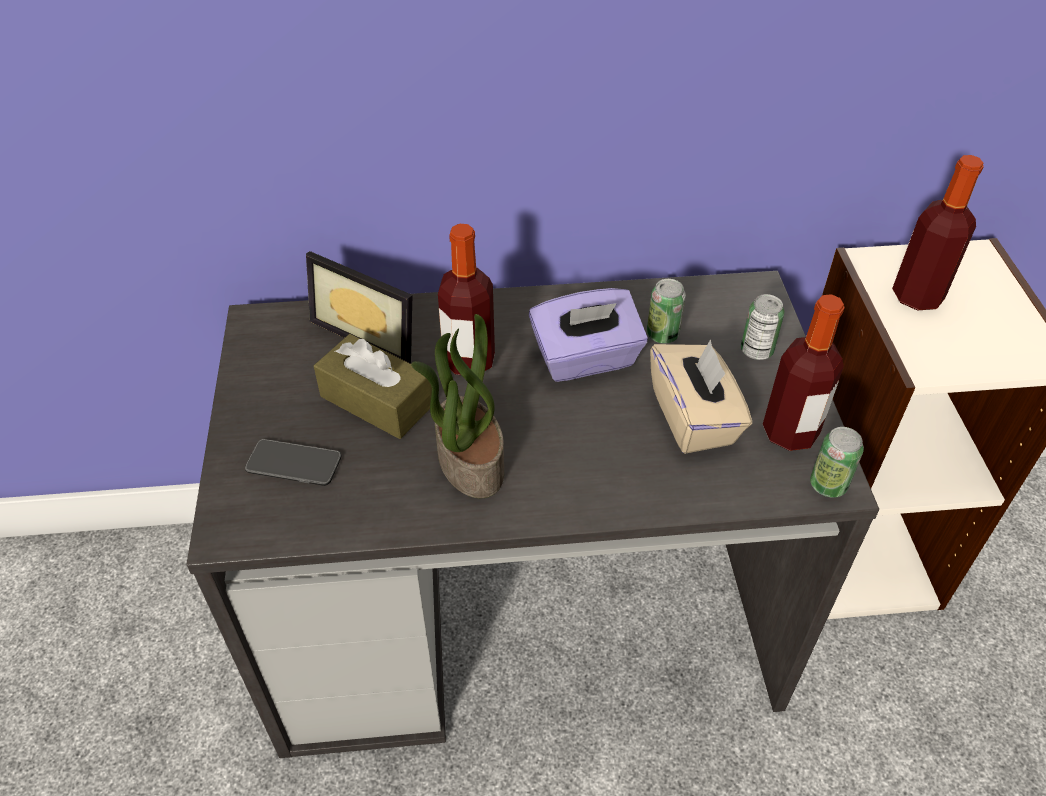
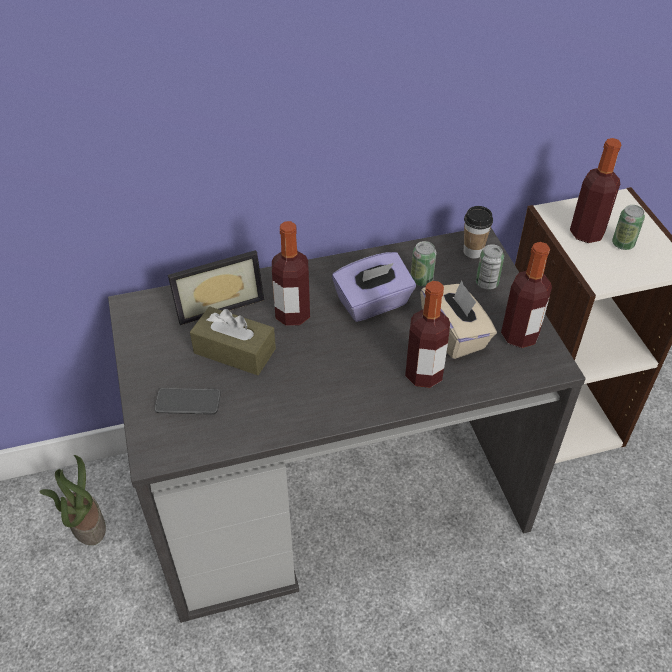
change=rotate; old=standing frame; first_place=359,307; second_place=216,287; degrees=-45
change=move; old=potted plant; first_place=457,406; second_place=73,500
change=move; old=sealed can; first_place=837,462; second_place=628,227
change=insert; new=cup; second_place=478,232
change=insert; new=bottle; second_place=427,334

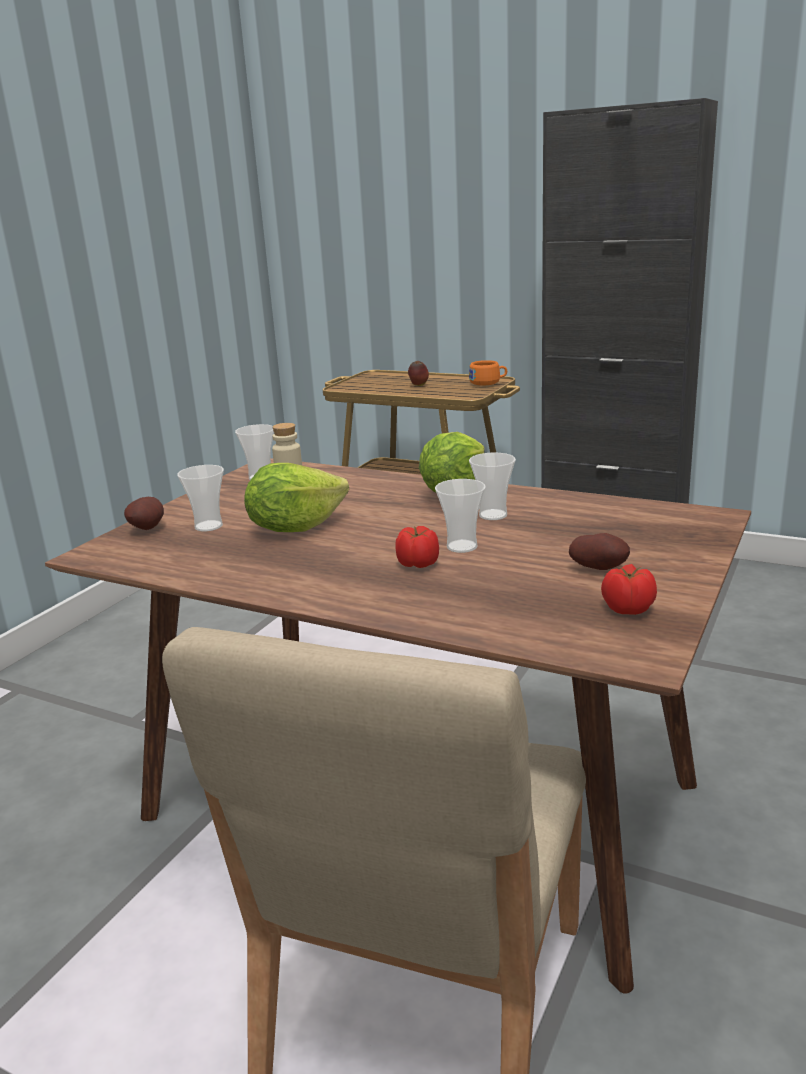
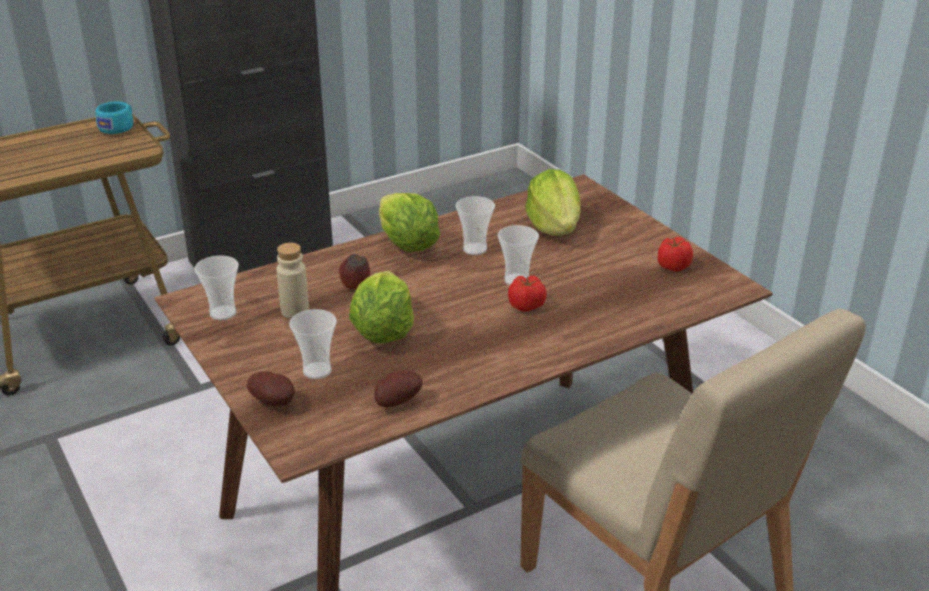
change=recolor; old=cup (orange); new=cup (blue-green); first_place=488,372; second_place=114,117
change=move; old=whole apple; first_place=418,373; second_place=354,272
change=move; old=spud; first_place=599,551; second_place=398,388
change=insert; new=lettuce; second_place=553,202

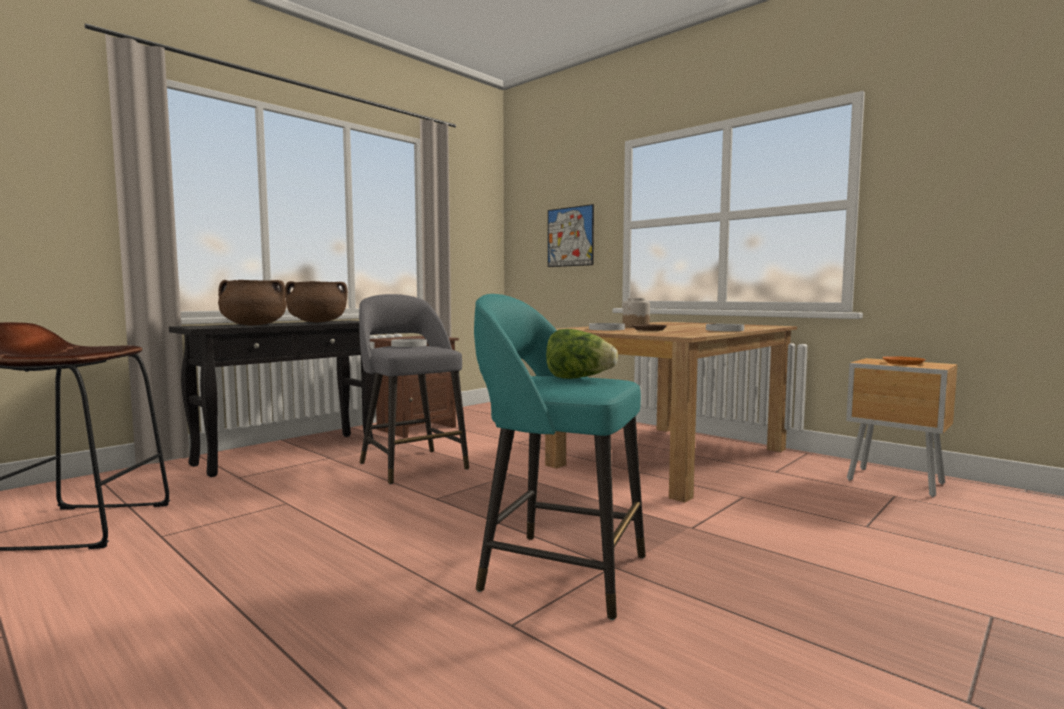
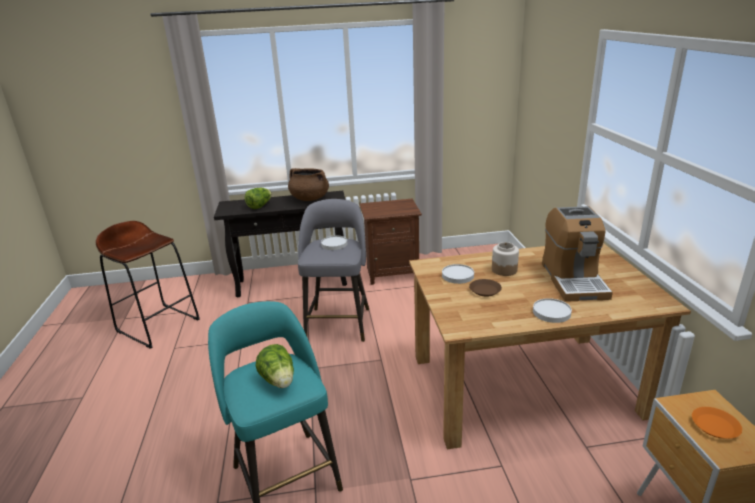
change=delete; old=wall picture; first_place=571,235
change=replace; old=stockpot (brown-coloured); new=lettuce; first_place=252,302; second_place=258,198
change=insert; new=coffee brewer; second_place=577,254

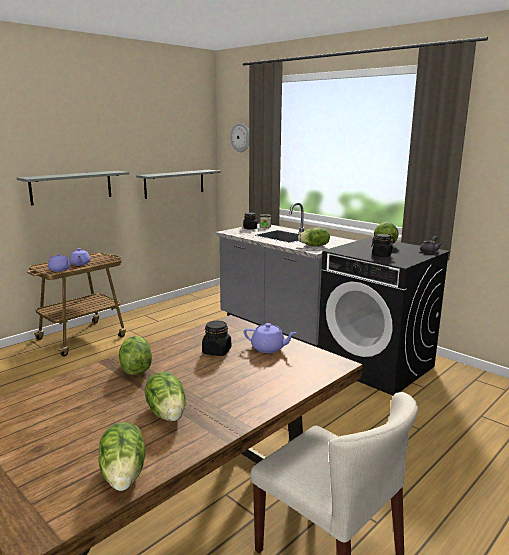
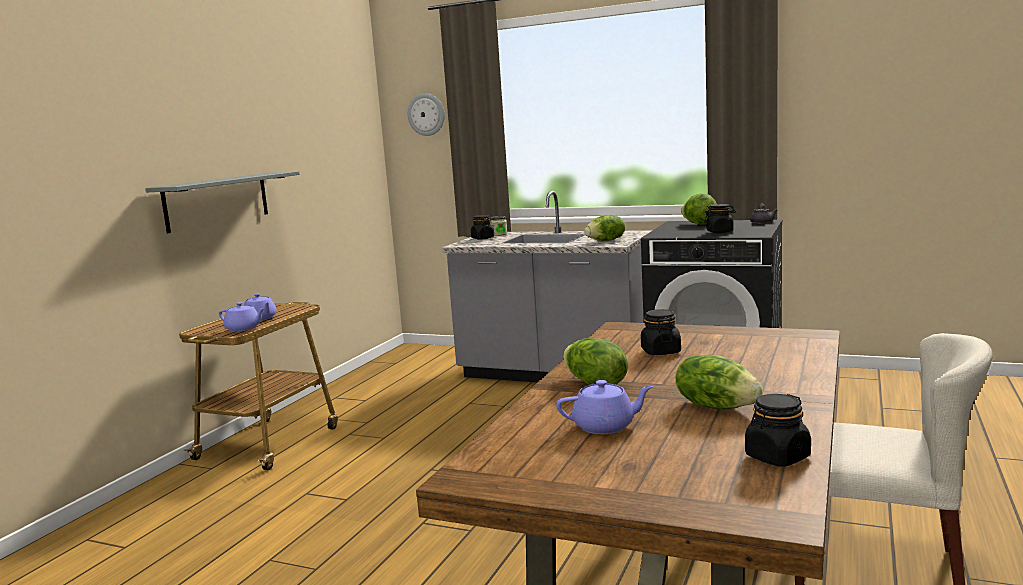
change=delete; old=wall shelf (grey); first_place=178,184
change=move; old=pot for tea (purple); first_place=270,338; second_place=605,407
change=replace; old=lettuce; new=preserve jar (blackish); first_place=122,456; second_place=778,430

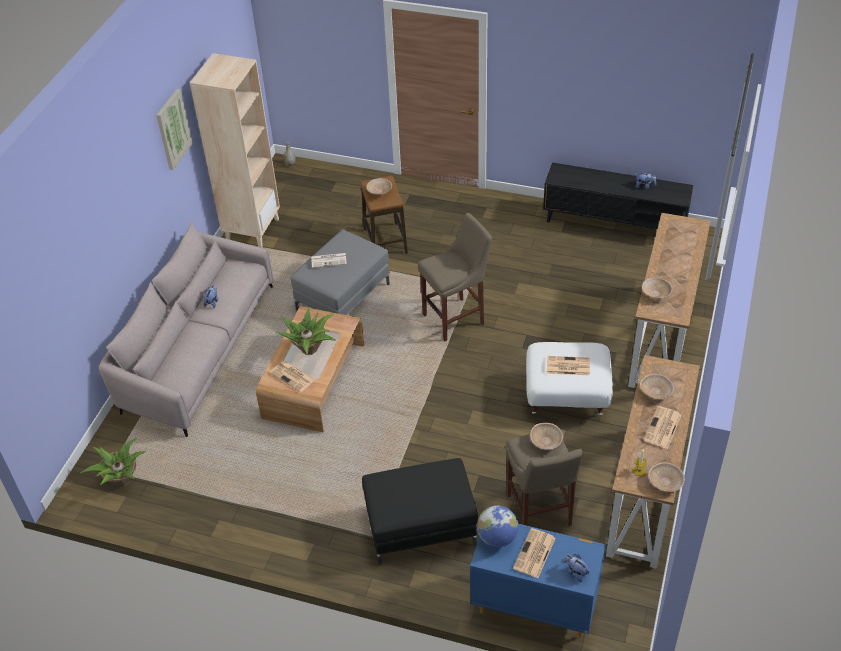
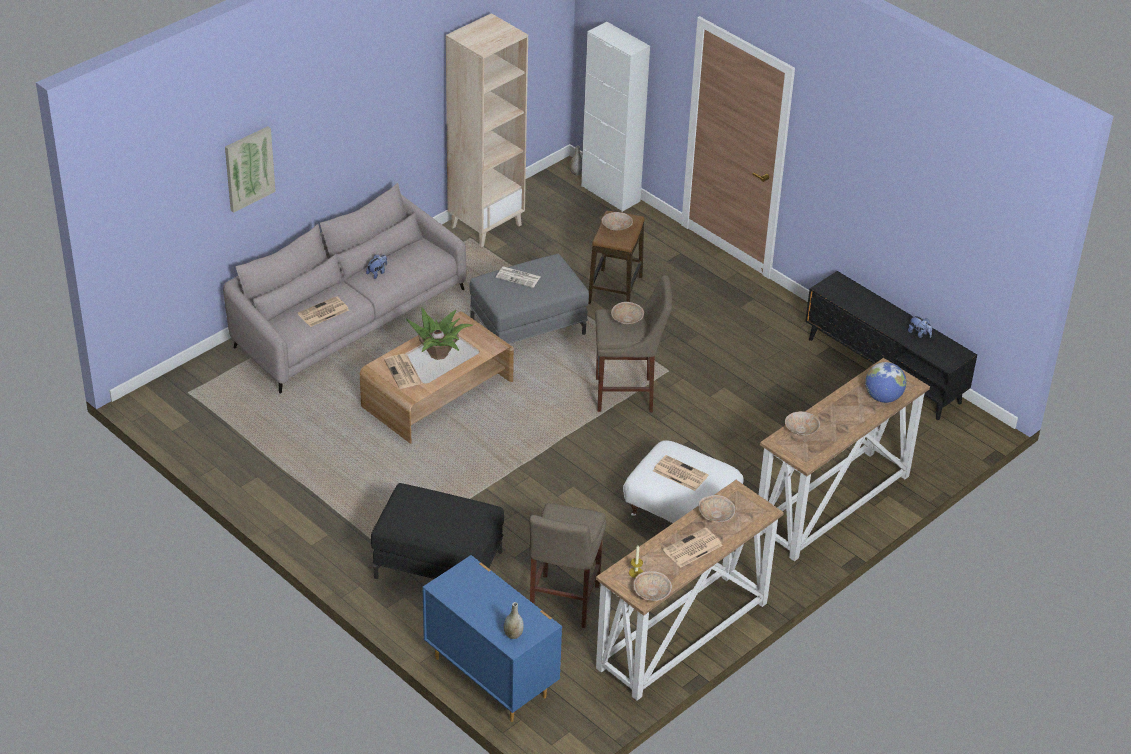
change=move; old=wall picture; first_place=174,129; second_place=250,169
change=move; old=deep dish (beige-coloured); first_place=546,436; second_place=627,313
change=delete; old=potted plant; first_place=113,462
change=move; old=desk globe; first_place=497,526; second_place=886,382
change=move; old=newspaper; first_place=534,553; second_place=323,311
change=replace; old=soft toy; new=vase (grey); first_place=576,568; second_place=514,620
change=insert; new=cabinet (white); second_place=615,117

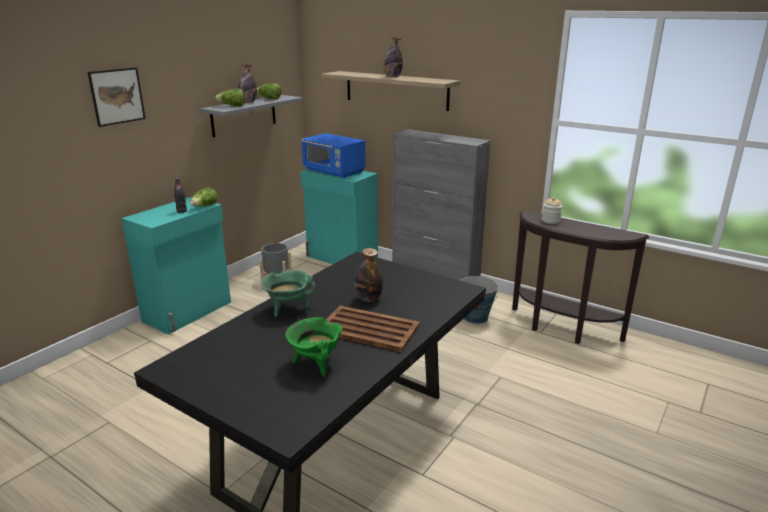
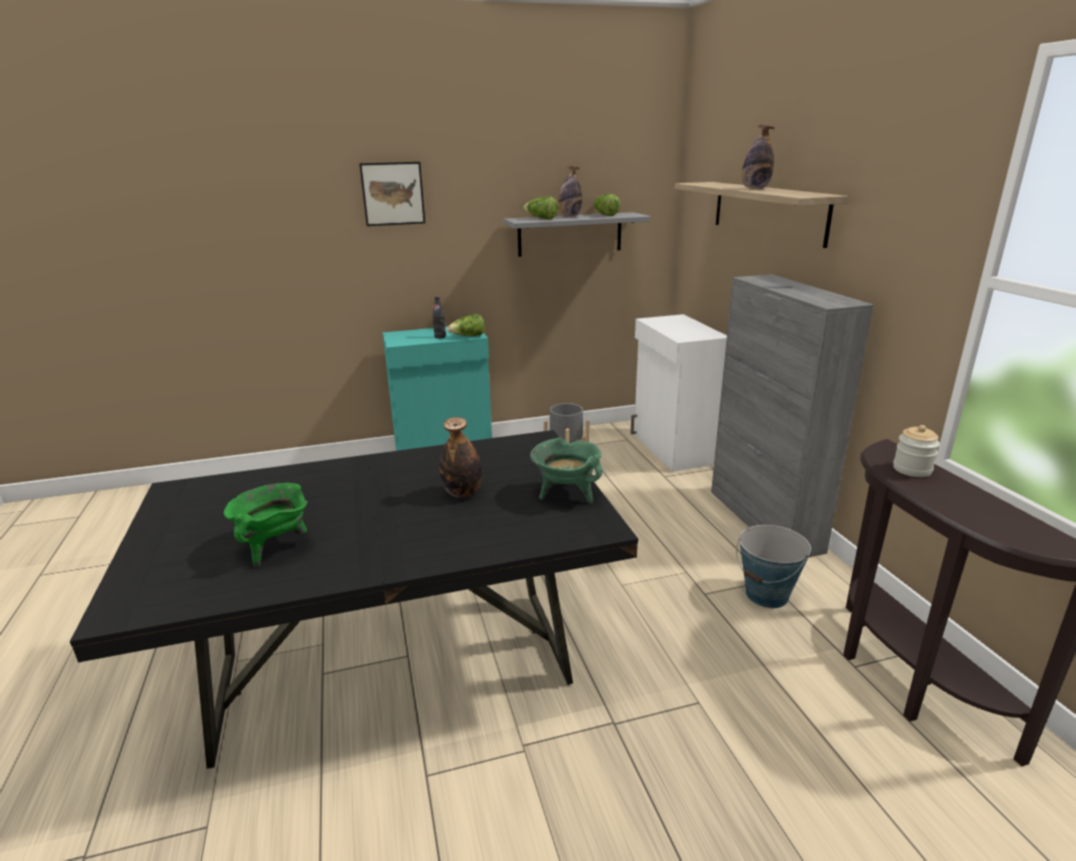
change=delete; old=kitchen microwave (bluish); first_place=333,155
change=recolor; old=cabinet (blue-green); new=cabinet (white); first_place=339,216; second_place=679,393
change=move; old=stockpot (green-coloured); first_place=288,293; second_place=566,470
change=delete; old=serving tray (brown-coloured); first_place=373,329

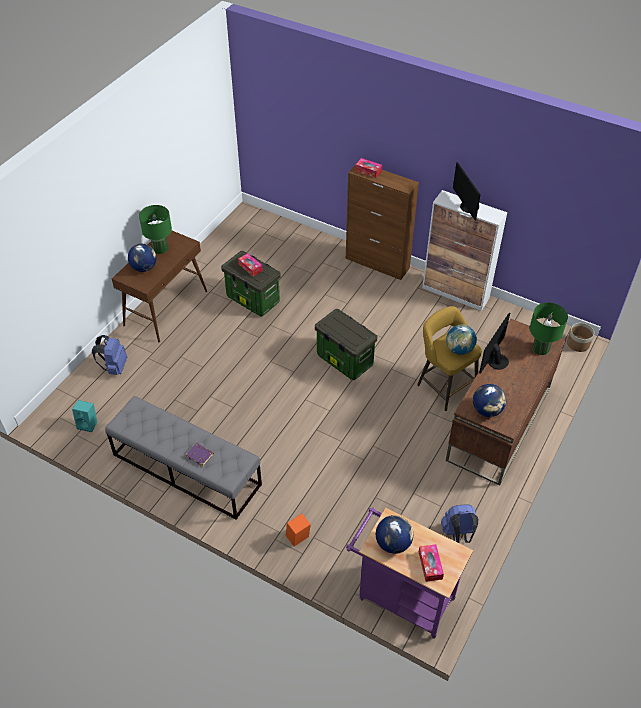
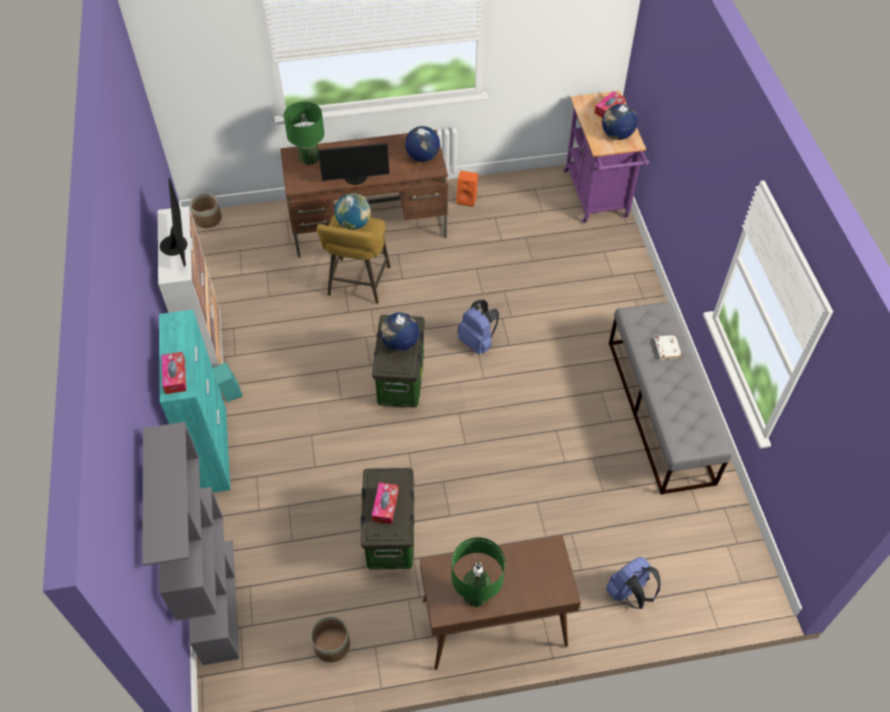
change=rotate; old=computer screen; first_place=467,191; second_place=173,222; degrees=-45
change=recolor; old=cabinet (brown-coloured); new=cabinet (blue-green); first_place=382,222; second_place=194,401
change=move; old=desk globe; first_place=142,258; second_place=399,331
change=move; old=speaker (blue-green); first_place=85,416; second_place=228,382
change=recolor; old=bound book (purple); new=bound book (white); first_place=200,455; second_place=668,347
change=move; old=backpack (bluish); first_place=459,523; second_place=478,327
change=move; old=speaker (orange); first_place=298,530; second_place=467,189
change=insert; new=bookshelf (grey); second_place=190,543
change=insert; new=plant pot; second_place=330,639

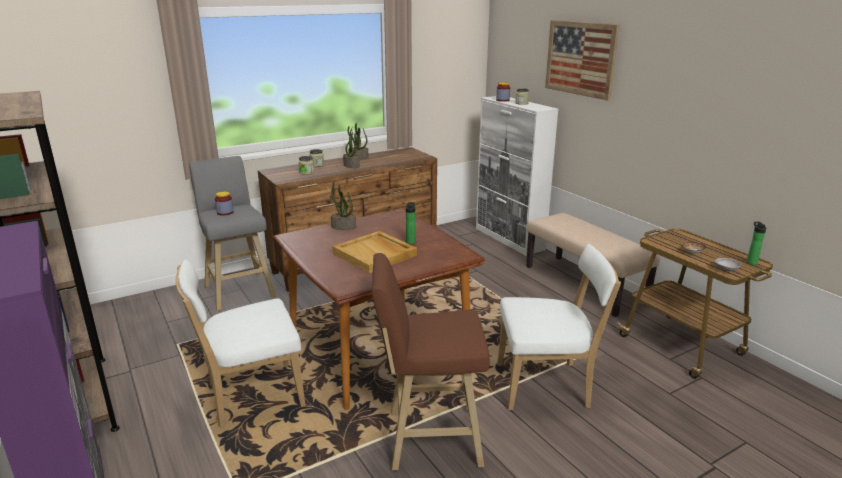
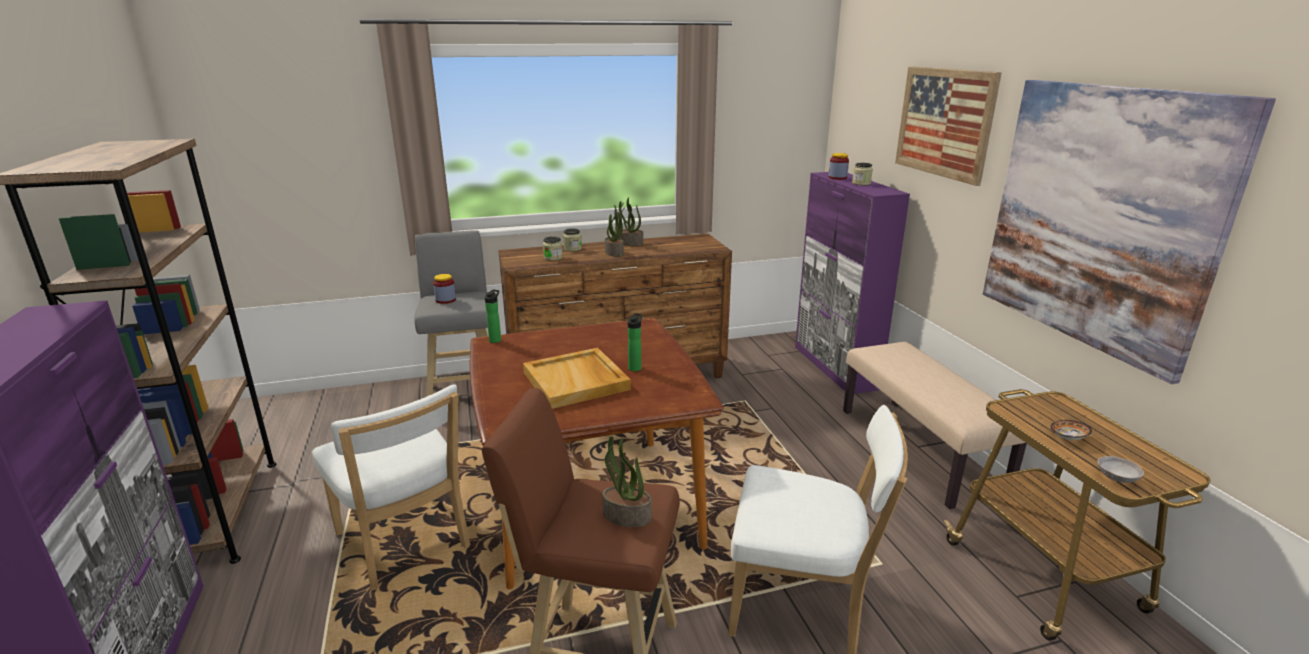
change=recolor; old=cabinet (white); new=cabinet (purple); first_place=517,176; second_place=852,283
change=move; old=potted plant; first_place=343,207; second_place=627,481
change=move; old=bottle; first_place=756,243; second_place=493,316
change=rotate; old=chair (white); first_place=241,343; second_place=391,487; degrees=-120
change=insert; new=wall picture; second_place=1129,232

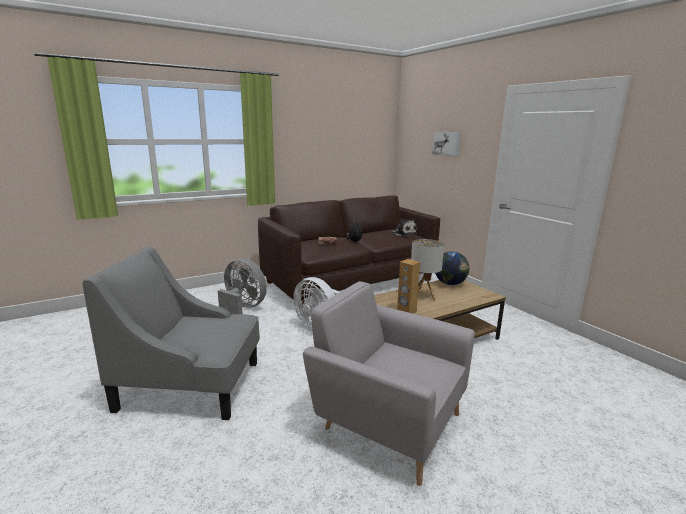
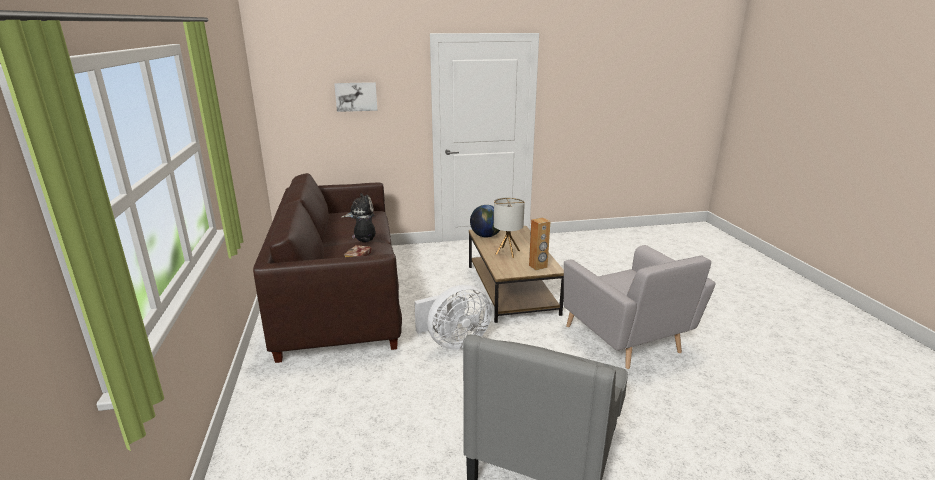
change=delete; old=electric fan (grey); first_place=242,286
change=rotate; old=armchair (grey); first_place=389,383; second_place=640,307; degrees=-75

